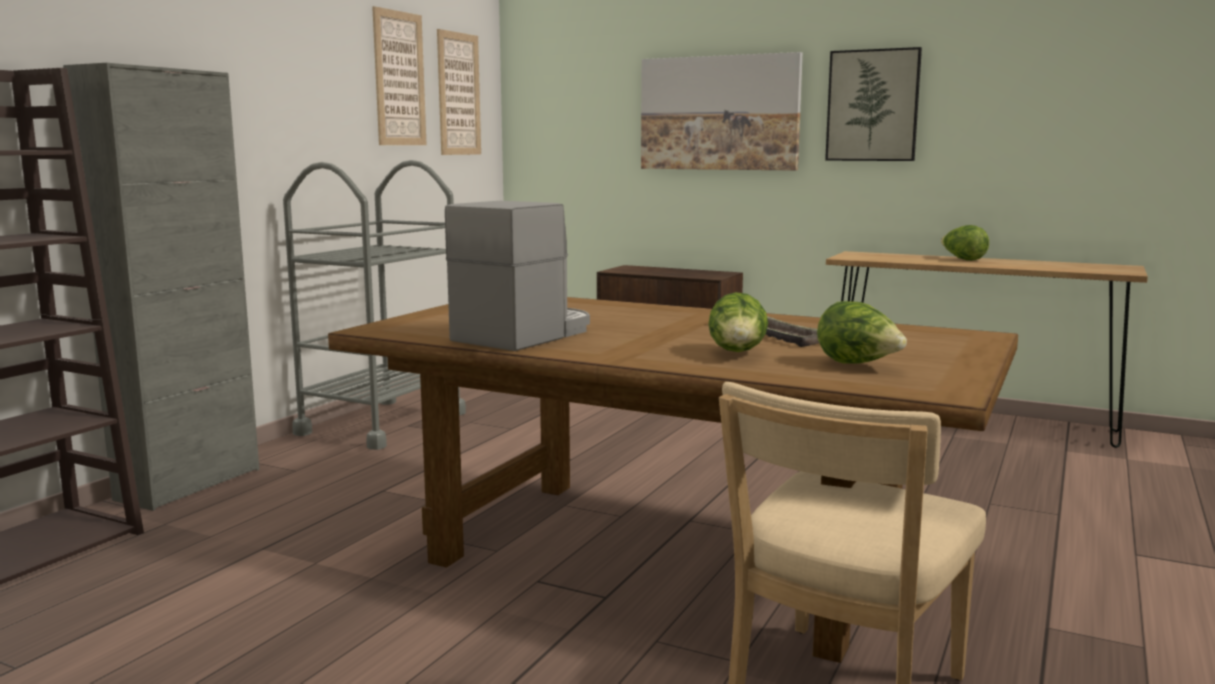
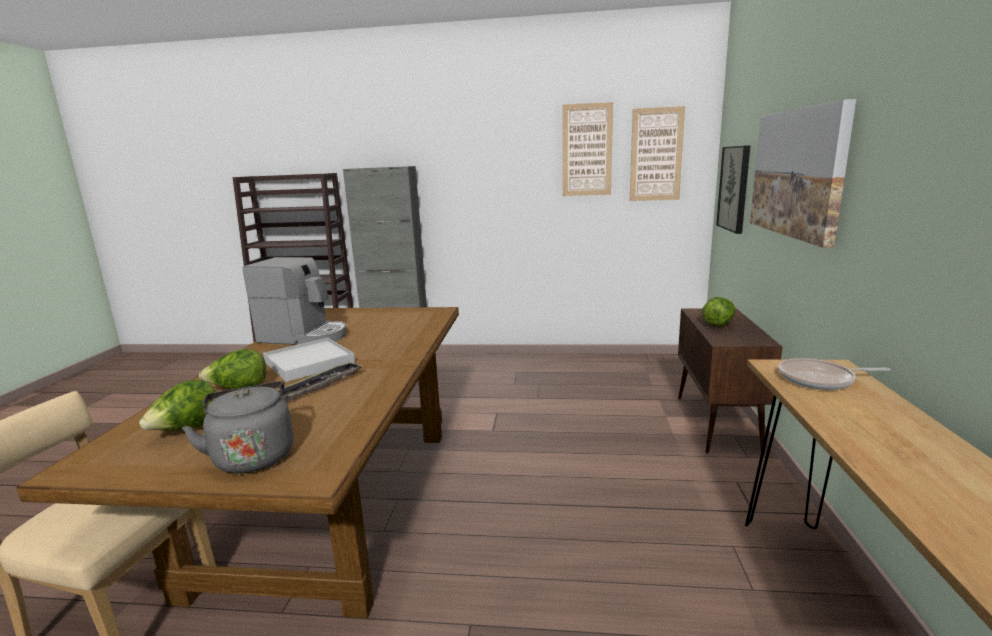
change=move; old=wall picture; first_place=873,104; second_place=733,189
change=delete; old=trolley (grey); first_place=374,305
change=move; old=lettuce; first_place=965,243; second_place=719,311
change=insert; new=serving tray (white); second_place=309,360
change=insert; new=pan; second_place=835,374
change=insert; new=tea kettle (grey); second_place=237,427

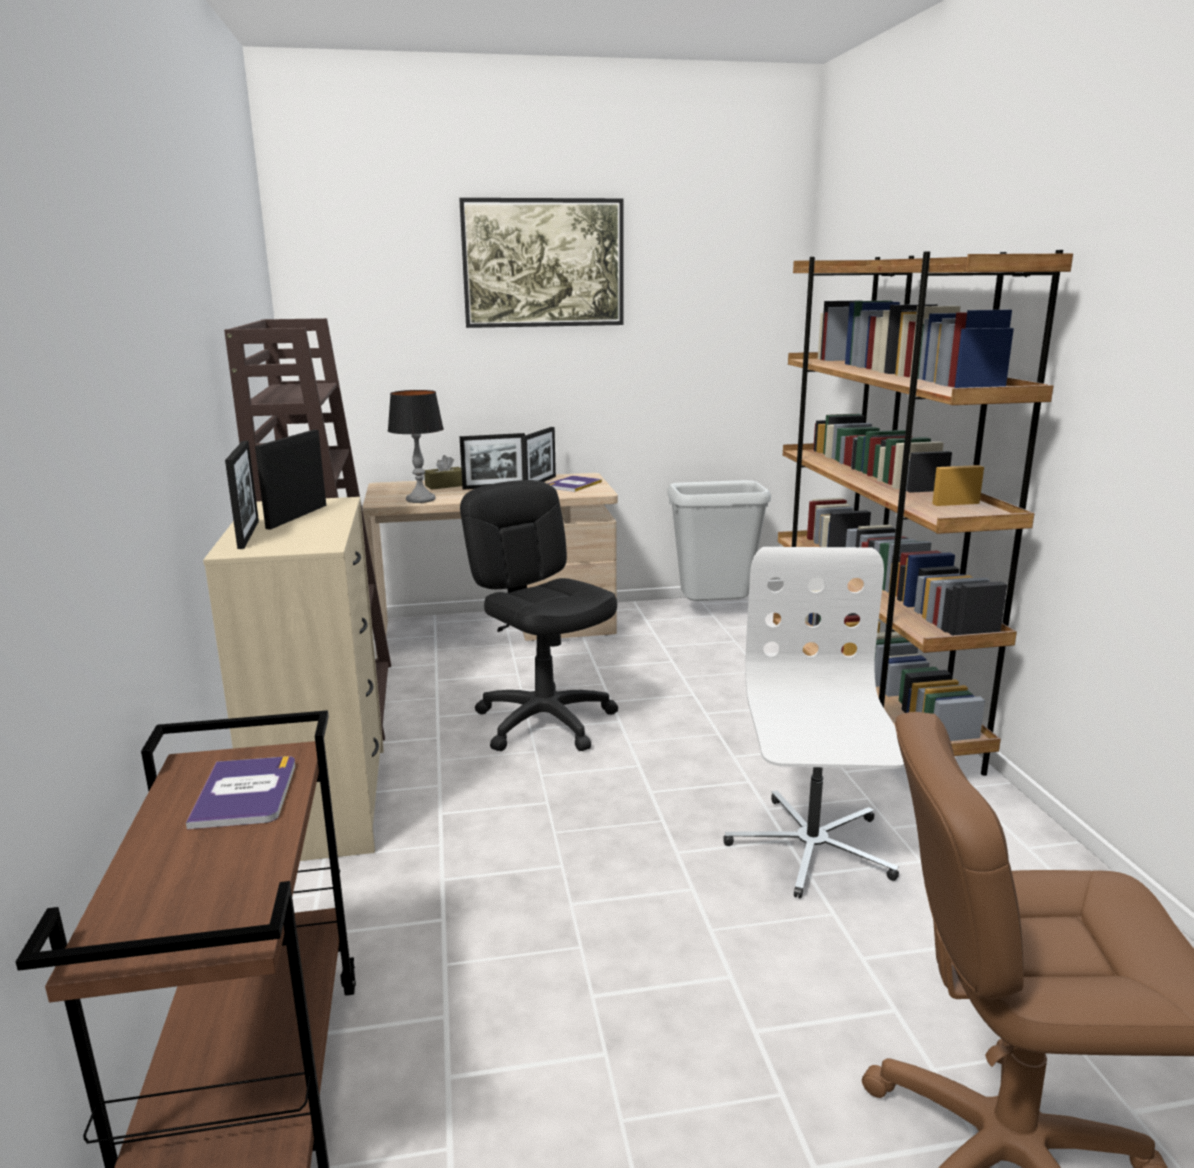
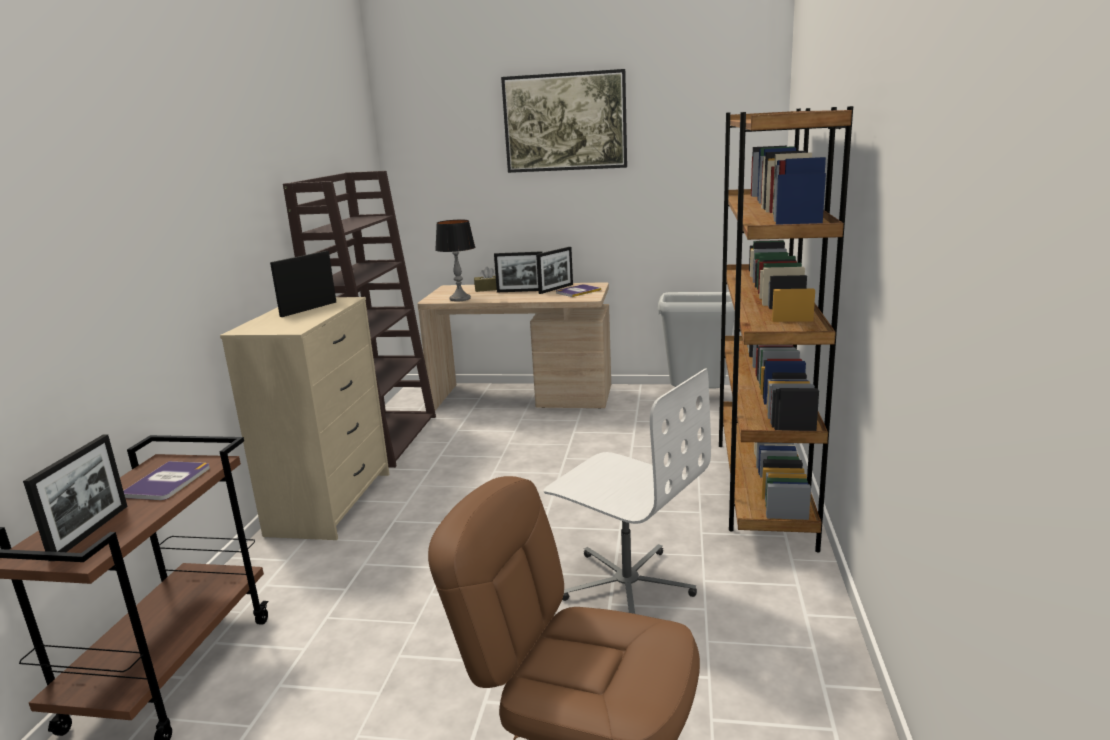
change=move; old=standing frame; first_place=242,495; second_place=75,493
change=delete; old=desk chair (blackish); first_place=539,615
change=rotate; old=desk chair (white); first_place=814,723; second_place=627,491; degrees=105

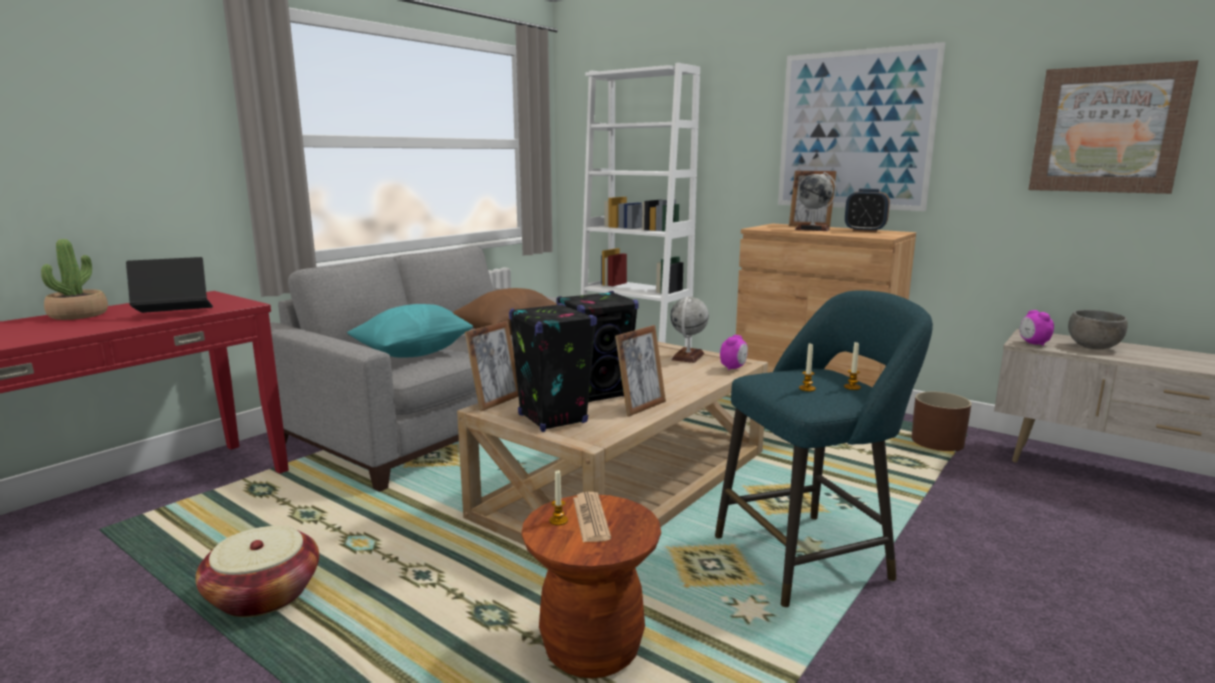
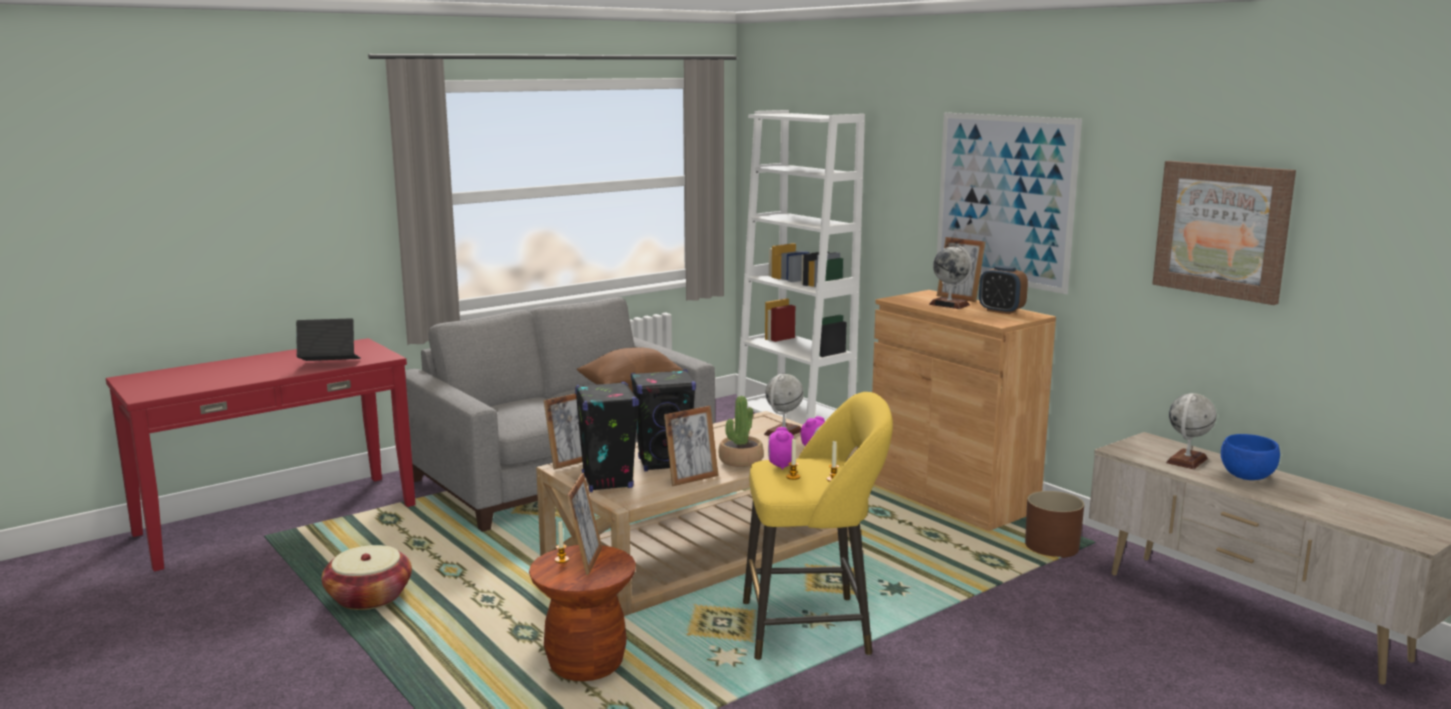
change=move; old=potted plant; first_place=74,279; second_place=741,431
change=recolor; old=stool seat (blue-green); new=stool seat (yellow-coloured); first_place=824,448; second_place=818,526
change=delete; old=pillow (blue-green); first_place=410,331
change=move; old=table clock; first_place=1037,328; second_place=781,448
change=replace; old=deep dish (grey); new=desk globe; first_place=1098,329; second_place=1191,431
change=replace; old=newspaper; new=standing frame; first_place=592,517; second_place=584,524
change=insert; new=deep dish (bluish); second_place=1250,457

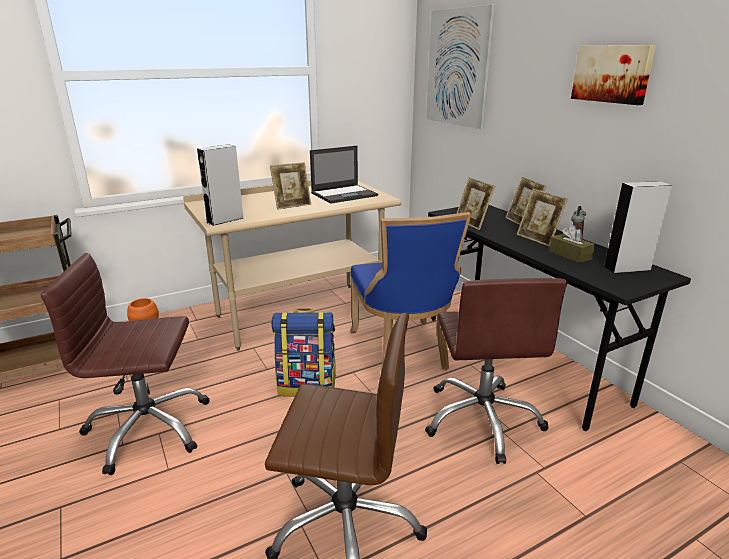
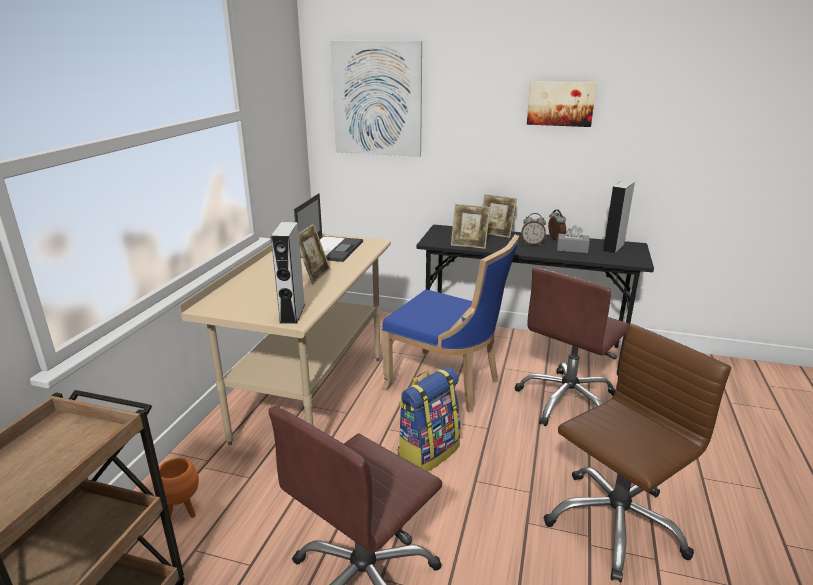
change=replace; old=standing frame; new=table clock; first_place=542,218; second_place=533,229
change=recolor; old=tissue holder (brown-coloured); new=tissue holder (grey); first_place=572,244; second_place=573,239
change=rotate; old=desk chair (brown-coloured); first_place=496,371; second_place=572,347; degrees=90

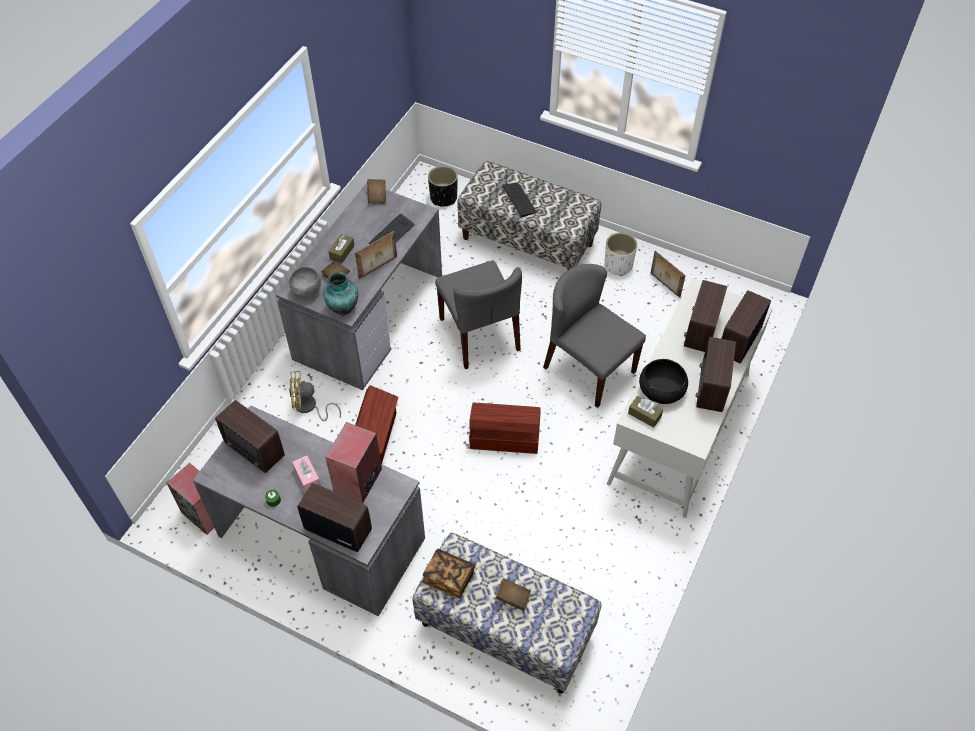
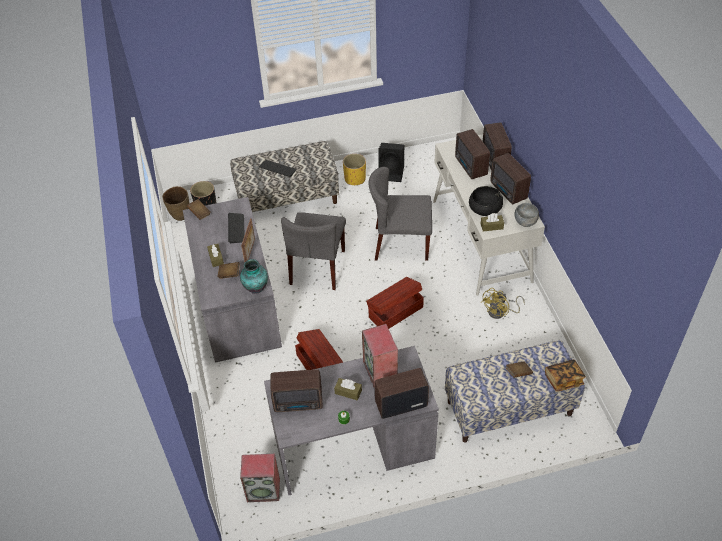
change=recolor; old=plant pot (white); new=plant pot (yellow-coloured); first_place=620,254; second_place=354,169
change=replace; old=standing frame; new=speaker (blackish); first_place=668,274; second_place=391,162
change=rotate; old=chair (grey); first_place=478,315; second_place=313,251; degrees=75
change=move; old=deep dish (grey); first_place=305,282; second_place=527,215
change=move; old=electric fan (yellow-coloured); first_place=315,396; second_place=503,303
change=recolor; old=tissue holder (pink); new=tissue holder (brown-coloured); first_place=306,473; second_place=348,389
change=move; old=bound book; first_place=448,573; second_place=565,375
change=insert; new=vase (brown-coloured); second_place=176,203

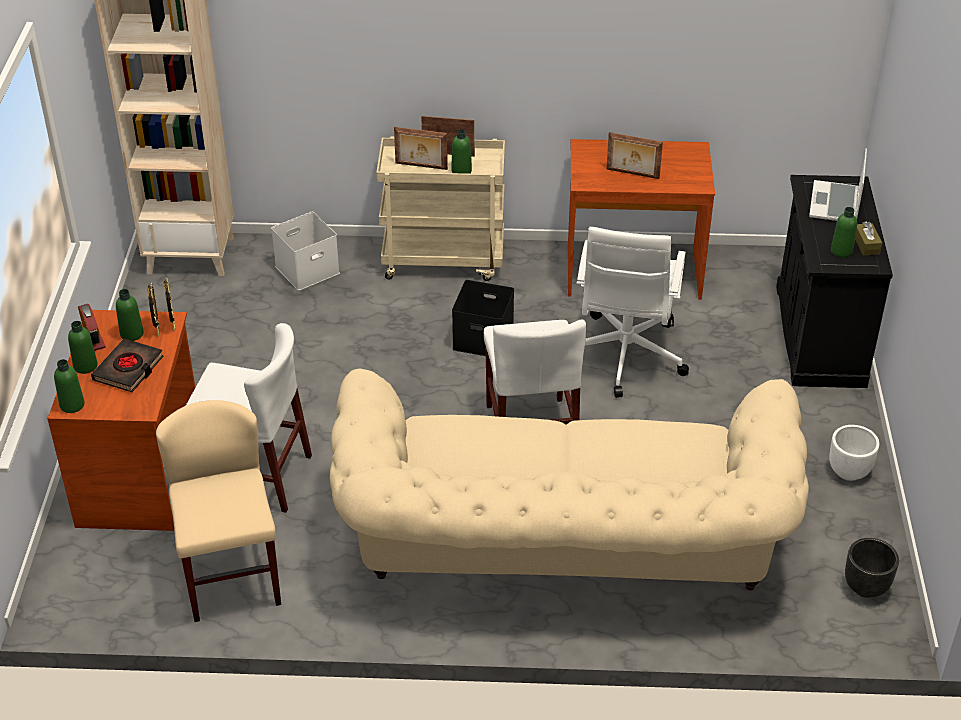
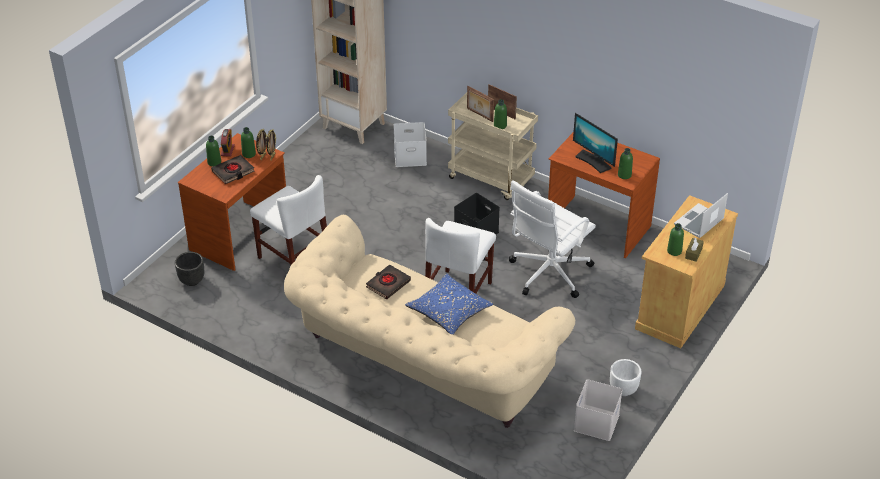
change=replace; old=standing frame; new=computer screen; first_place=634,155; second_place=595,143
change=recolor; old=cabinet (blackish); new=cabinet (beige-coloured); first_place=834,281; second_place=686,271
change=move; old=bottle (green-coloured); first_place=69,386; second_place=625,163
change=delete; old=chair (beige-coloured); first_place=218,511
change=move; old=plant pot (blackish); first_place=872,568; second_place=189,269
change=insert; new=bound book (blackish); second_place=388,281
change=insert; new=pillow (bluish); second_place=449,304
change=insert; new=storage container (white); second_place=598,410

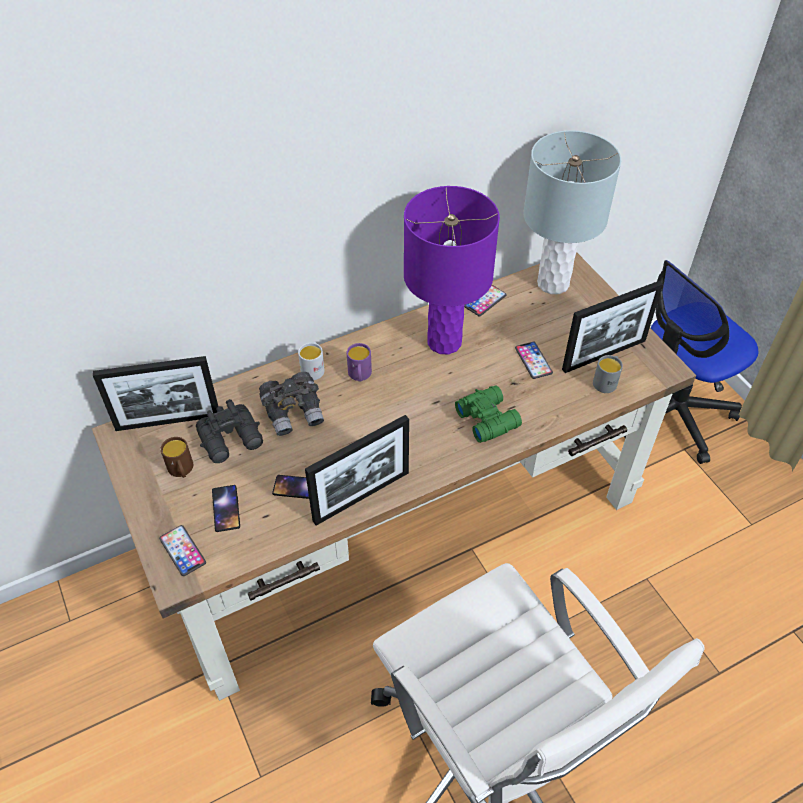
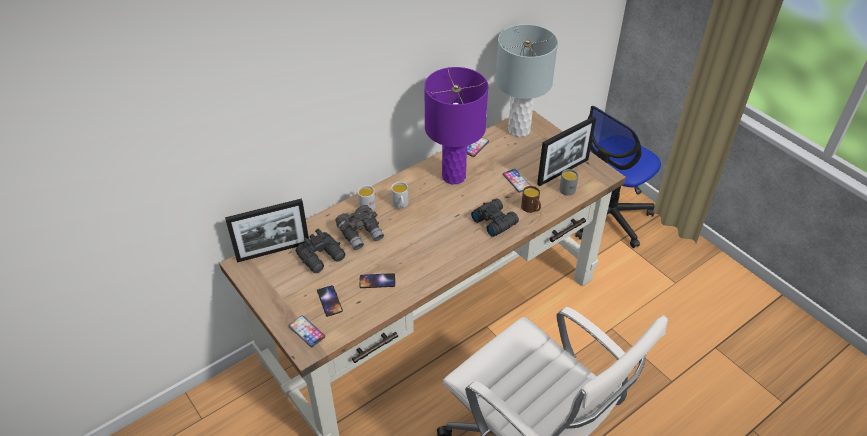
change=recolor; old=mug (purple); new=mug (white); first_place=359,362; second_place=400,195
change=recolor; old=binoculars (green-coloured); new=binoculars (blackish); first_place=488,414; second_place=495,217
change=delete; old=standing frame; first_place=357,470
change=move; old=mug (brown-coloured); first_place=177,457; second_place=531,199

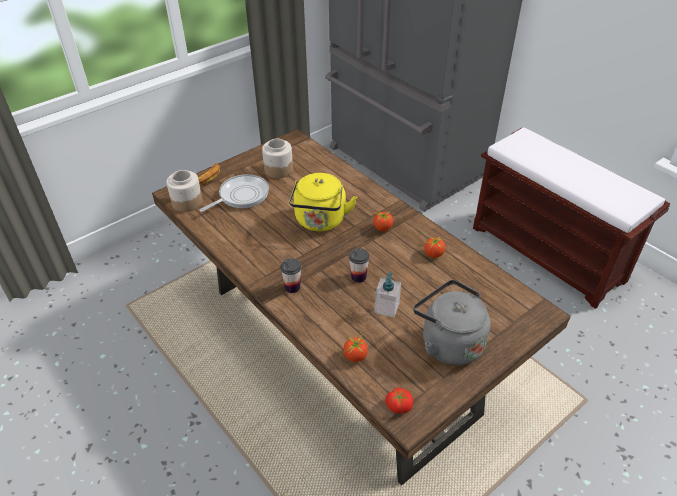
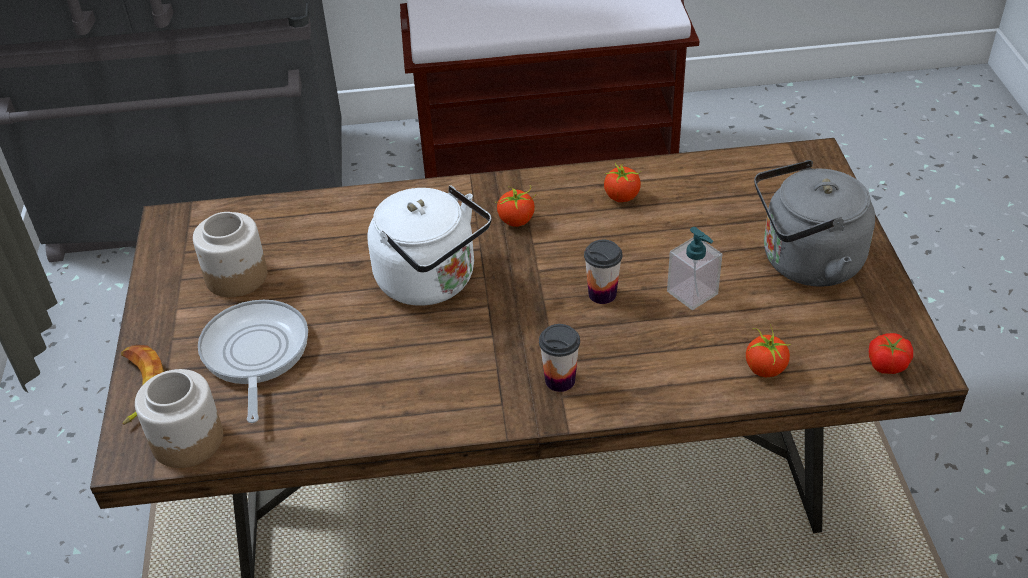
change=recolor; old=tea kettle (yellow-coloured); new=tea kettle (white); first_place=323,202; second_place=429,245

